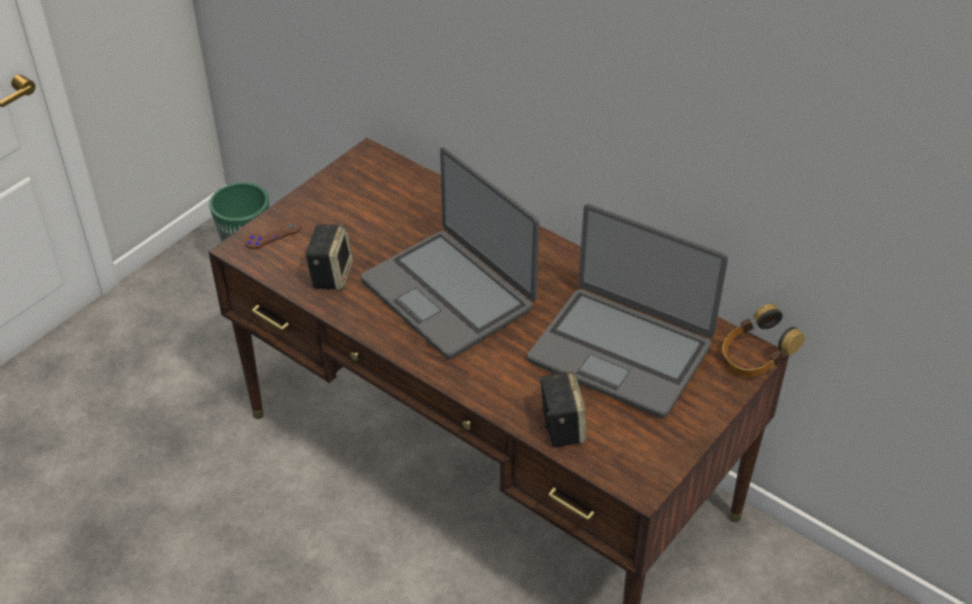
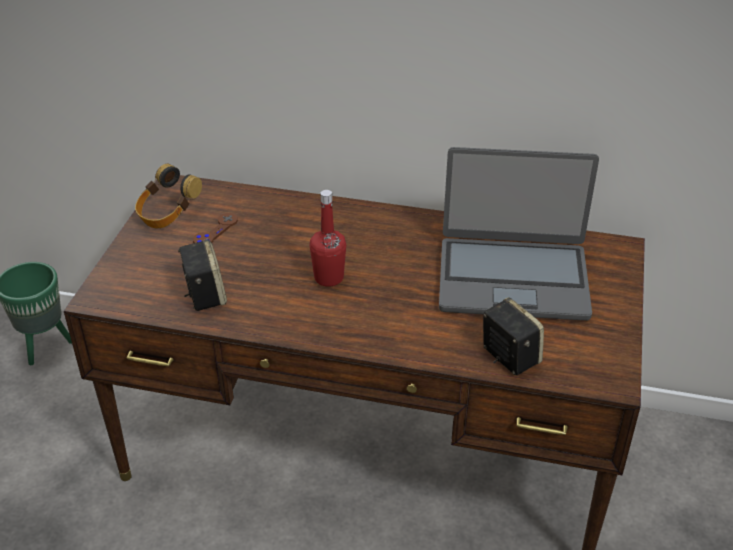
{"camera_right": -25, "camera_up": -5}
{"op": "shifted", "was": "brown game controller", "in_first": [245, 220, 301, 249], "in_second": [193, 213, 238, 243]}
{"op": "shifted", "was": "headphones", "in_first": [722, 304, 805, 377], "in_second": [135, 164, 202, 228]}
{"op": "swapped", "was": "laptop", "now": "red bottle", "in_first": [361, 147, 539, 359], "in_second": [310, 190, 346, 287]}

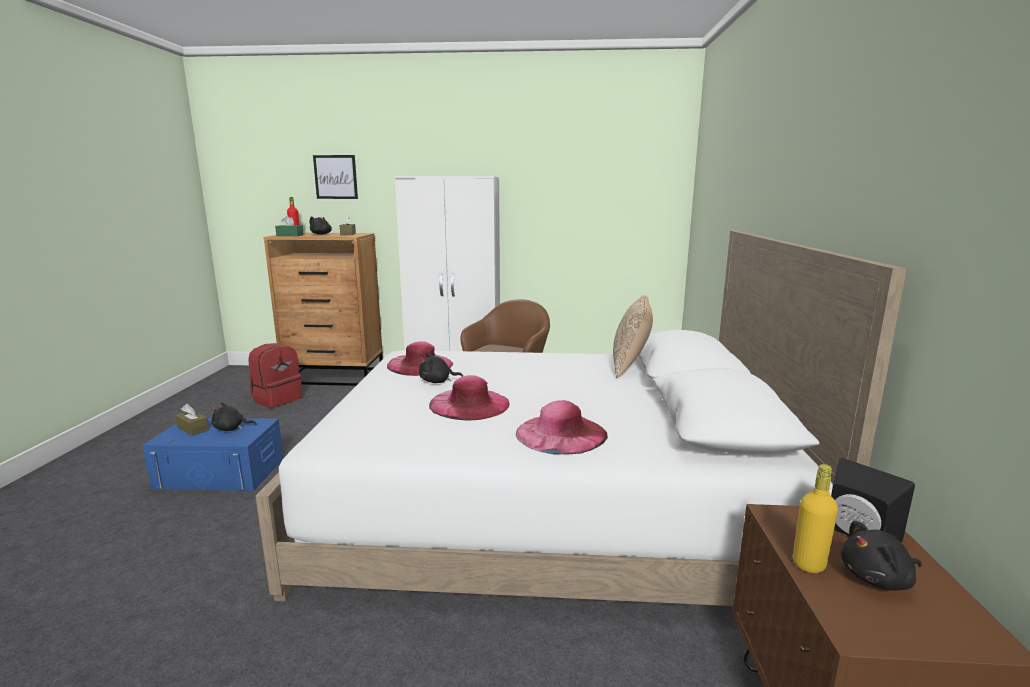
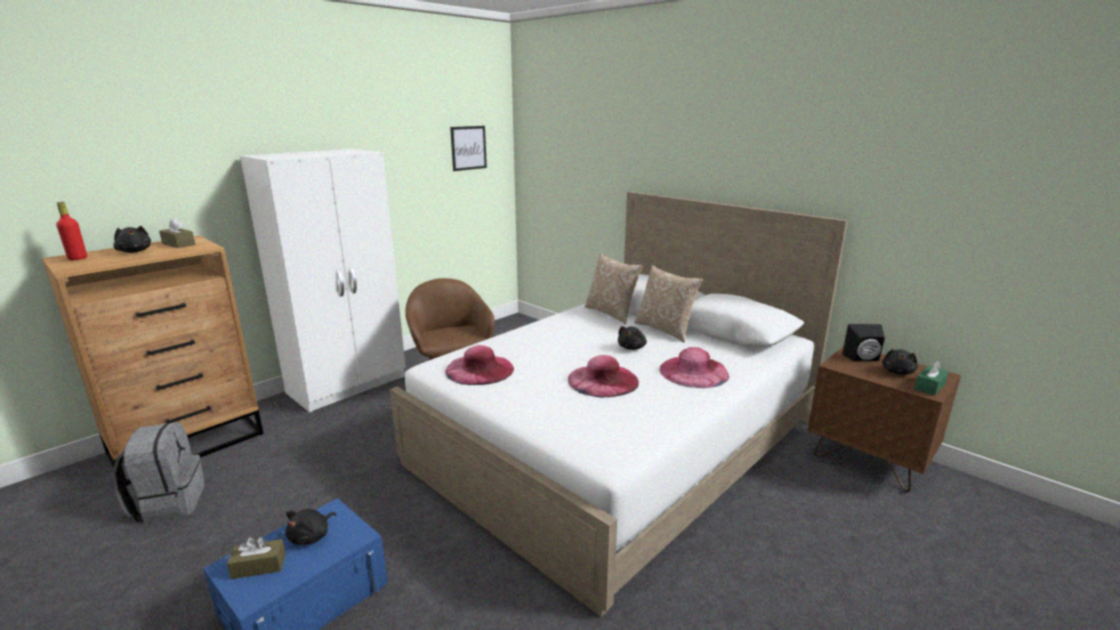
{"camera_right": -50, "camera_up": 5}
{"op": "gone", "was": "yellow bottle", "in_first": [793, 464, 838, 573]}
{"op": "new", "now": "pillow", "in_second": [635, 265, 703, 342]}
{"op": "shifted", "was": "green tissue box", "in_first": [275, 216, 304, 236], "in_second": [914, 360, 949, 396]}
{"op": "shifted", "was": "picture", "in_first": [313, 155, 358, 199], "in_second": [450, 126, 487, 171]}
{"op": "shifted", "was": "black plush toy", "in_first": [419, 352, 463, 383], "in_second": [618, 326, 647, 350]}
{"op": "repainted", "was": "red backpack", "now": "grey backpack", "in_first": [248, 343, 303, 408], "in_second": [112, 422, 205, 524]}

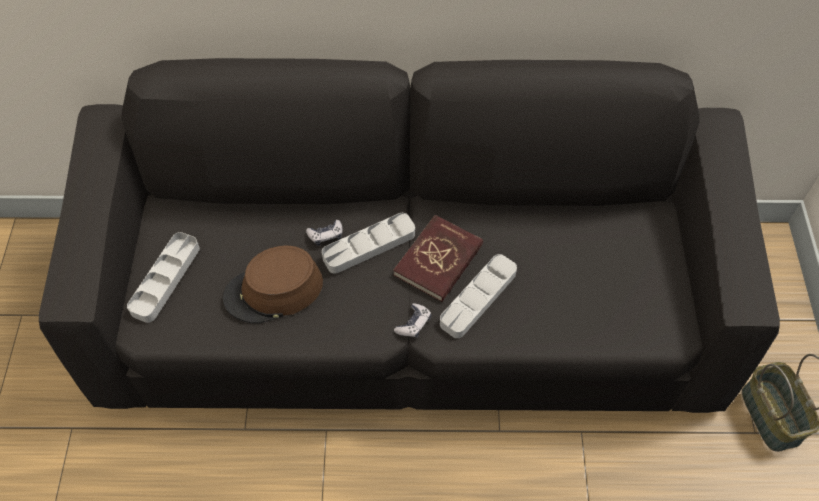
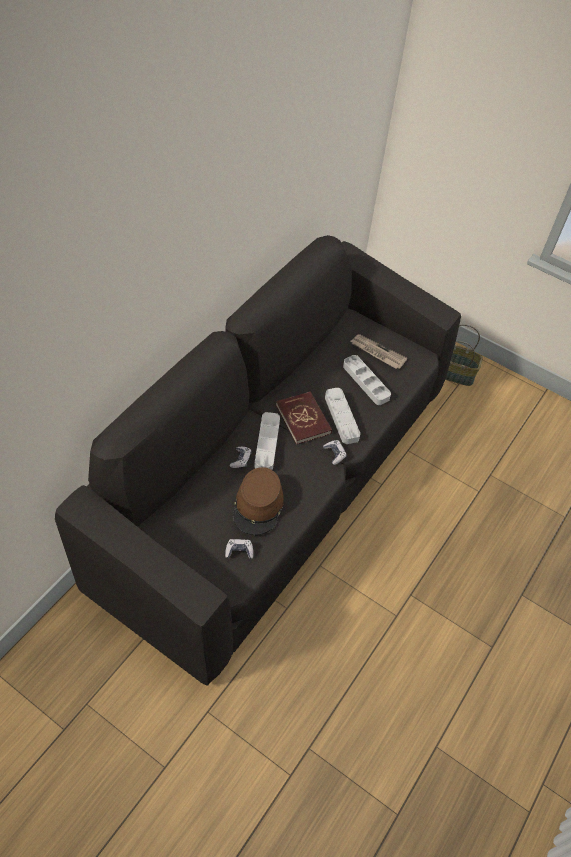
{"camera_right": -60, "camera_up": -5}
{"op": "new", "now": "game controller", "in_second": [225, 539, 253, 559]}
{"op": "new", "now": "newspaper", "in_second": [350, 334, 407, 369]}
{"op": "shifted", "was": "grey tray", "in_first": [127, 232, 200, 323], "in_second": [343, 355, 391, 405]}

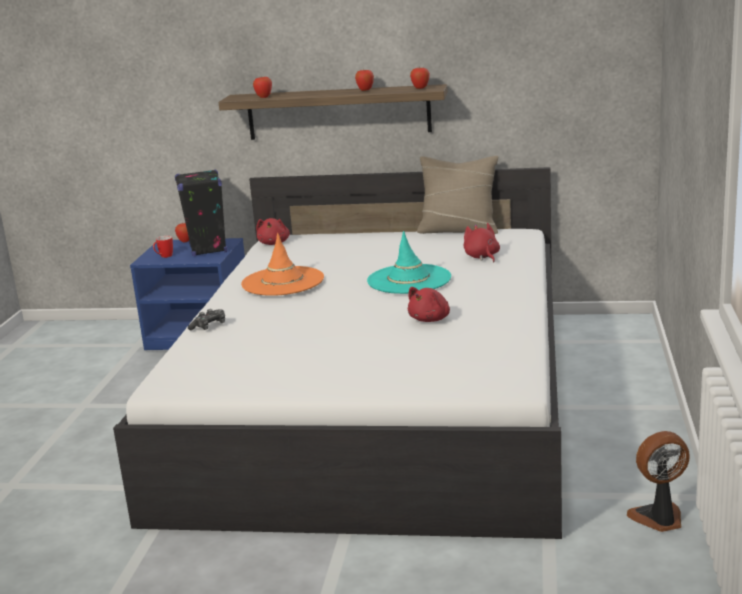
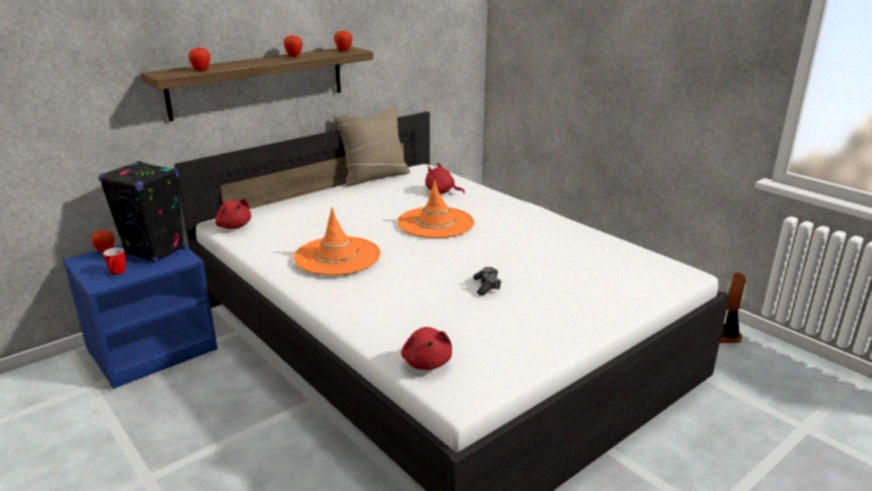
{"camera_right": -50, "camera_up": 5}
{"op": "shifted", "was": "game controller", "in_first": [188, 309, 225, 330], "in_second": [473, 267, 501, 296]}
{"op": "shifted", "was": "red plush toy", "in_first": [408, 287, 450, 322], "in_second": [401, 327, 452, 370]}
{"op": "repainted", "was": "turquoise hat", "now": "orange hat", "in_first": [367, 231, 451, 294], "in_second": [397, 180, 474, 238]}

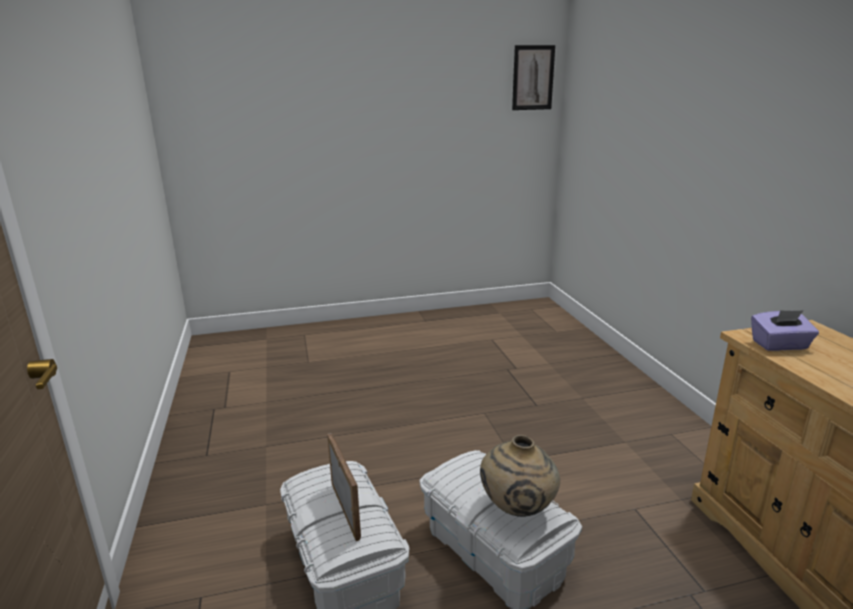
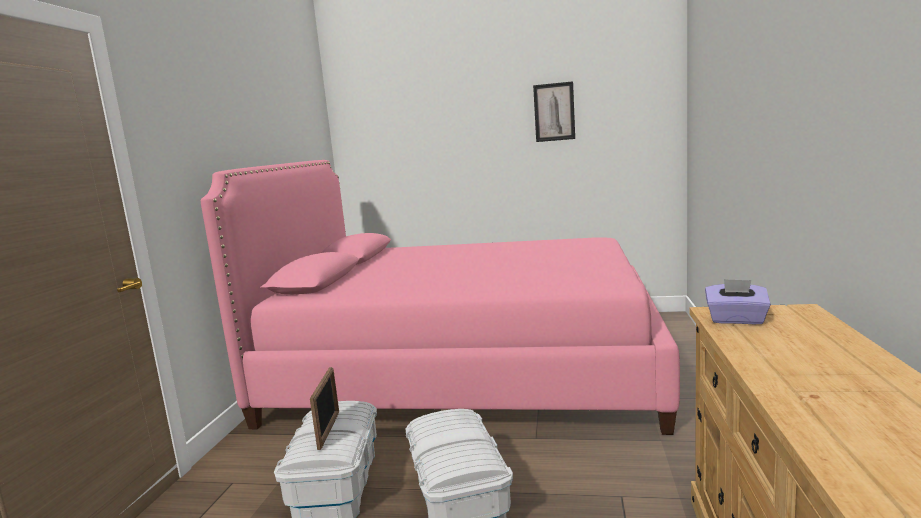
{"camera_right": 25, "camera_up": -10}
{"op": "gone", "was": "beige vase", "in_first": [480, 435, 560, 517]}
{"op": "new", "now": "pink bed", "in_second": [201, 160, 680, 435]}
{"op": "shifted", "was": "picture", "in_first": [512, 45, 555, 110], "in_second": [533, 81, 575, 142]}

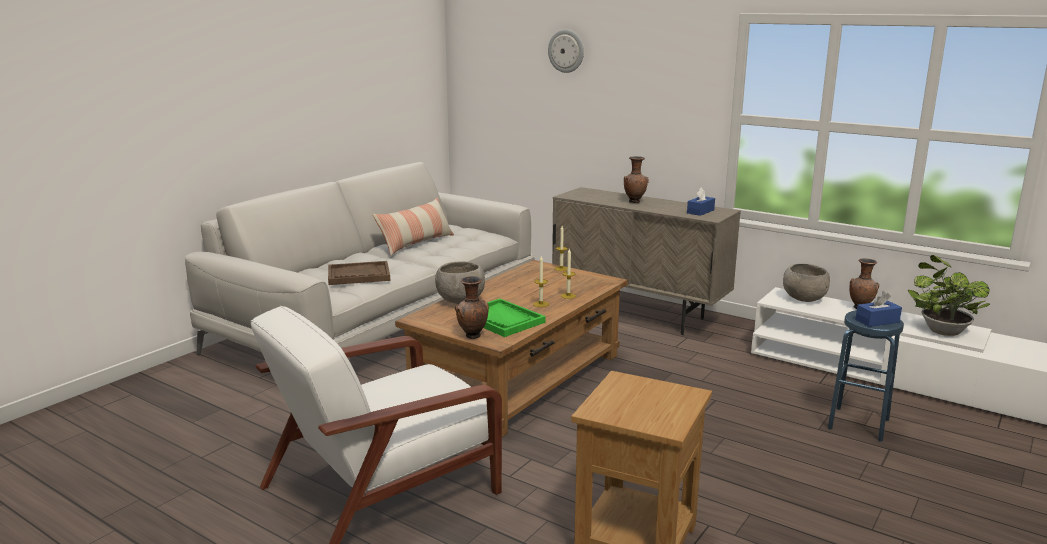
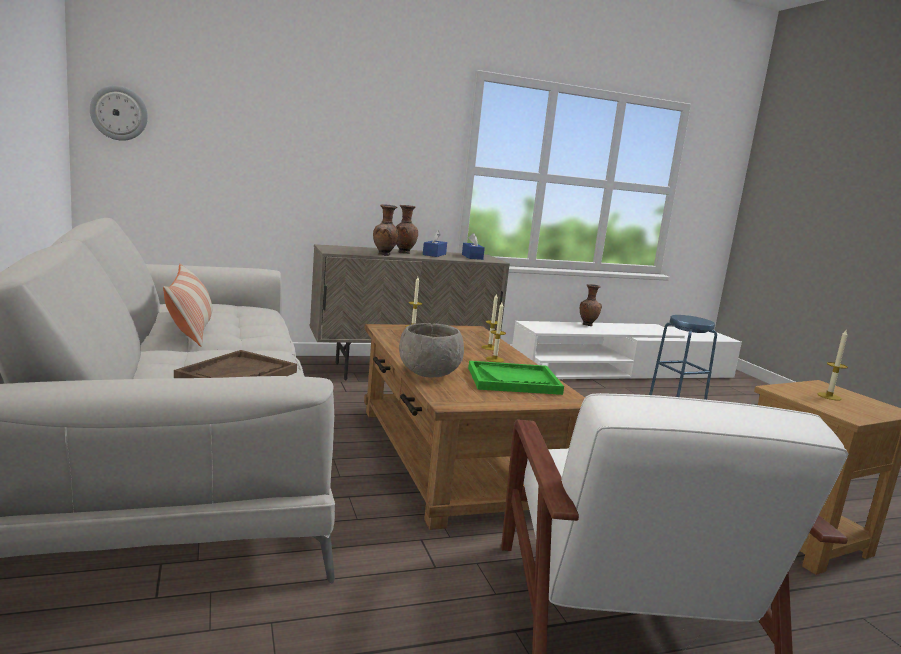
{"camera_right": -55, "camera_up": -5}
{"op": "gone", "was": "grey bowl", "in_first": [783, 264, 830, 302]}
{"op": "gone", "was": "potted plant", "in_first": [908, 255, 990, 336]}
{"op": "new", "now": "candle", "in_second": [817, 330, 848, 400]}
{"op": "shifted", "was": "brown vase", "in_first": [455, 276, 489, 339], "in_second": [373, 204, 399, 256]}
{"op": "shifted", "was": "wall clock", "in_first": [548, 29, 584, 73], "in_second": [90, 86, 148, 141]}
{"op": "shifted", "was": "blue tissue box", "in_first": [855, 291, 902, 327], "in_second": [423, 231, 447, 257]}

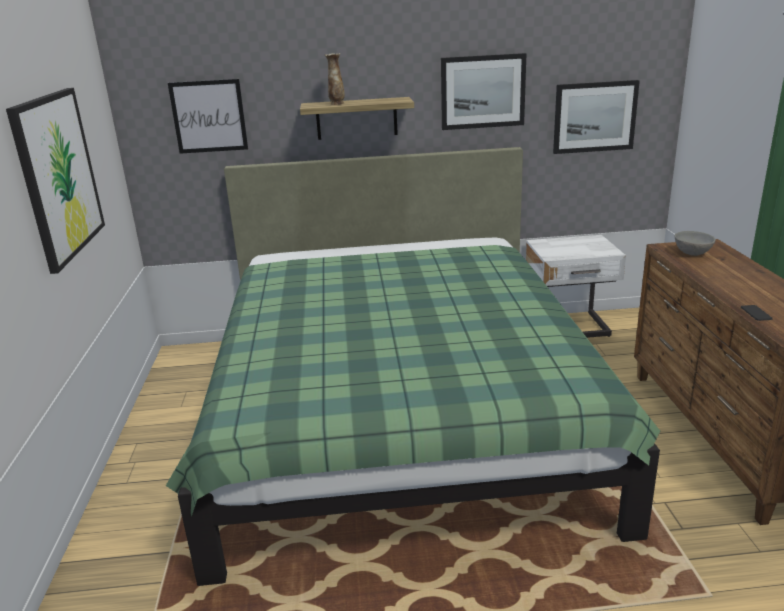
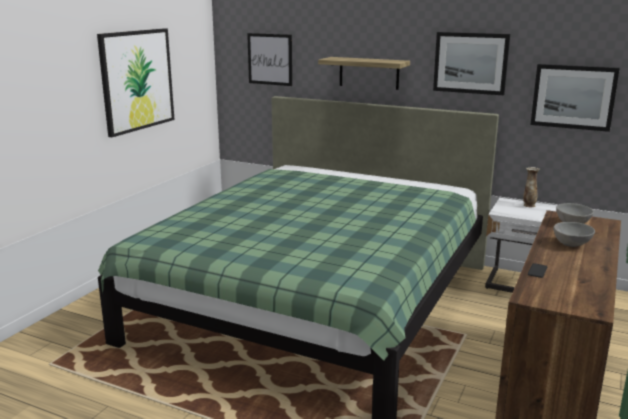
{"camera_right": 30, "camera_up": -5}
{"op": "new", "now": "grey bowl", "in_second": [553, 222, 595, 247]}
{"op": "shifted", "was": "vase", "in_first": [324, 53, 345, 105], "in_second": [523, 167, 540, 207]}

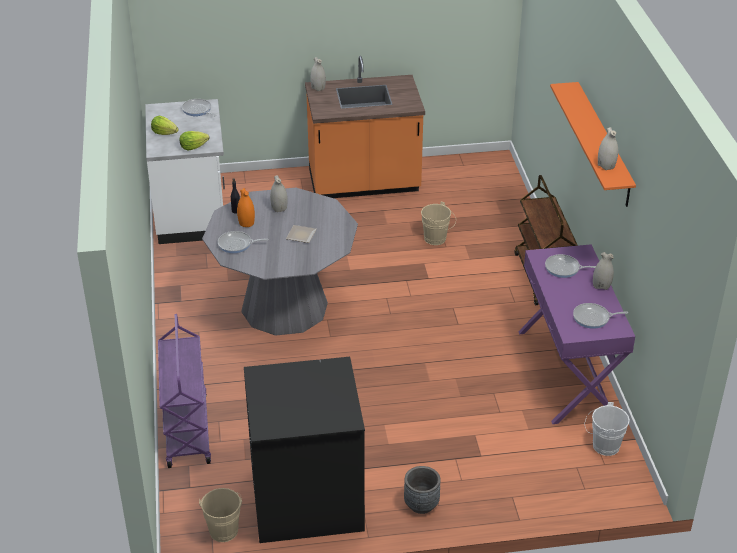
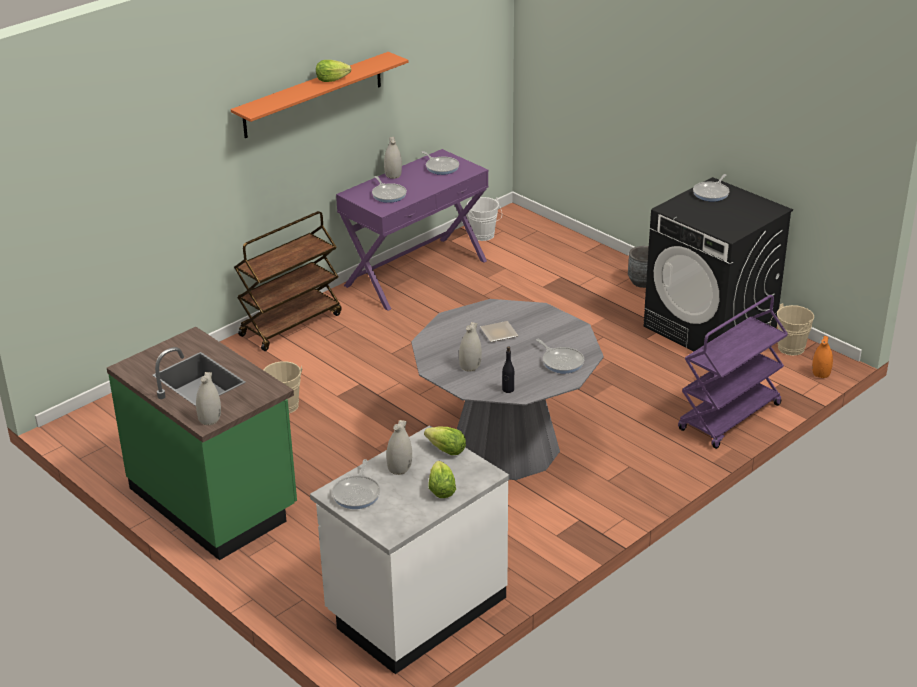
{"camera_right": -125, "camera_up": -5}
{"op": "new", "now": "lettuce", "in_second": [316, 60, 351, 82]}
{"op": "new", "now": "frying pan", "in_second": [693, 174, 729, 201]}
{"op": "shifted", "was": "orange vase", "in_first": [237, 188, 255, 227], "in_second": [812, 336, 833, 378]}
{"op": "shifted", "was": "white vase", "in_first": [598, 127, 618, 170], "in_second": [386, 420, 412, 475]}
{"op": "repainted", "was": "orange counter", "now": "green counter", "in_first": [305, 56, 425, 198], "in_second": [107, 327, 297, 560]}

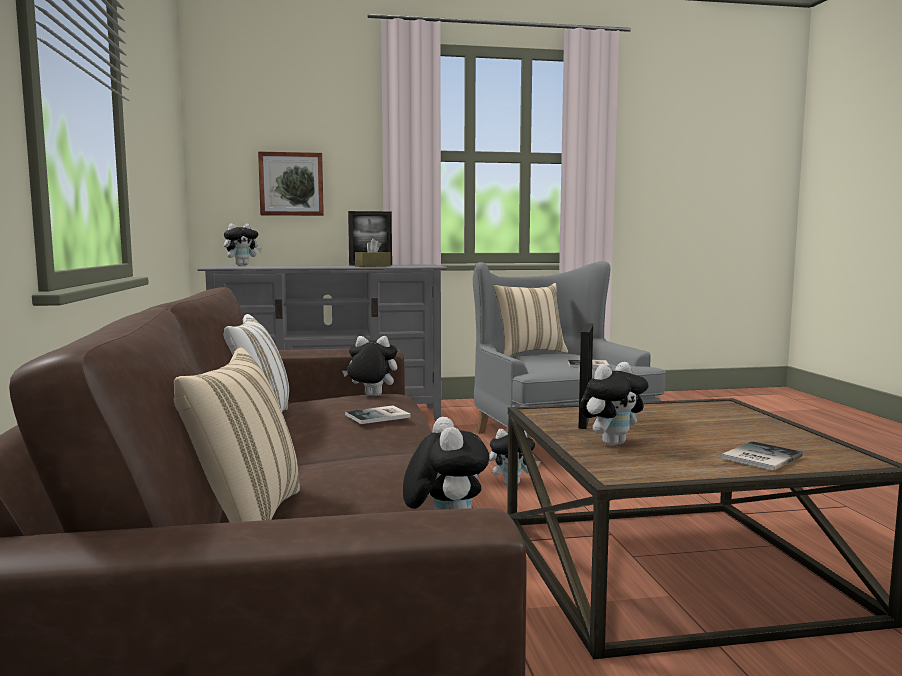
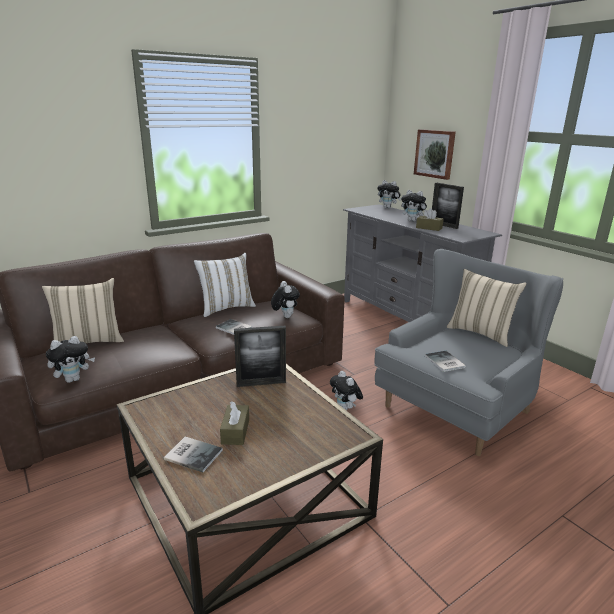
{"camera_right": 65, "camera_up": 15}
{"op": "new", "now": "brown tissue box", "in_second": [220, 401, 249, 445]}
{"op": "shifted", "was": "plush toy", "in_first": [579, 362, 649, 446], "in_second": [401, 190, 428, 221]}

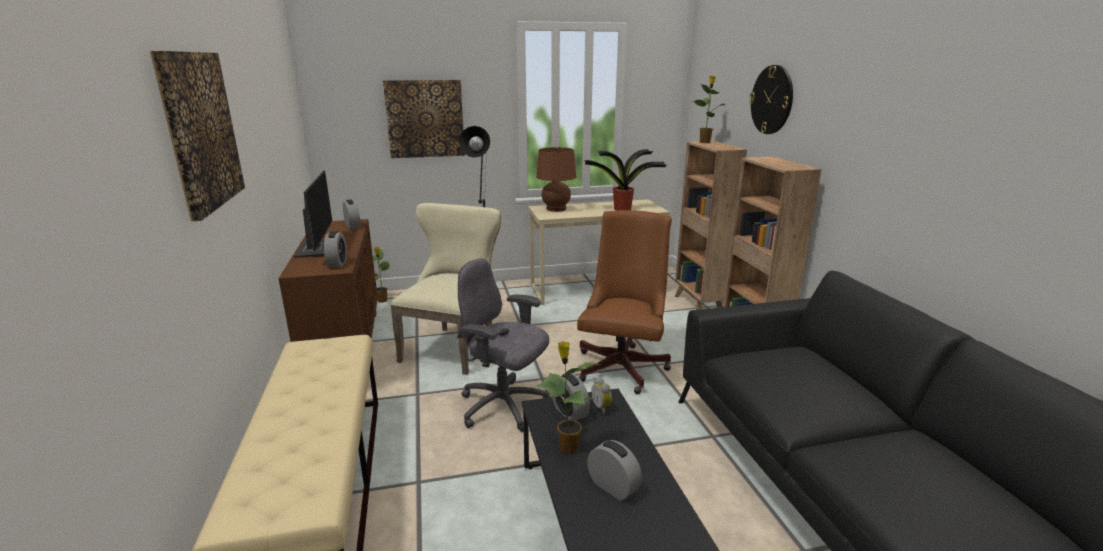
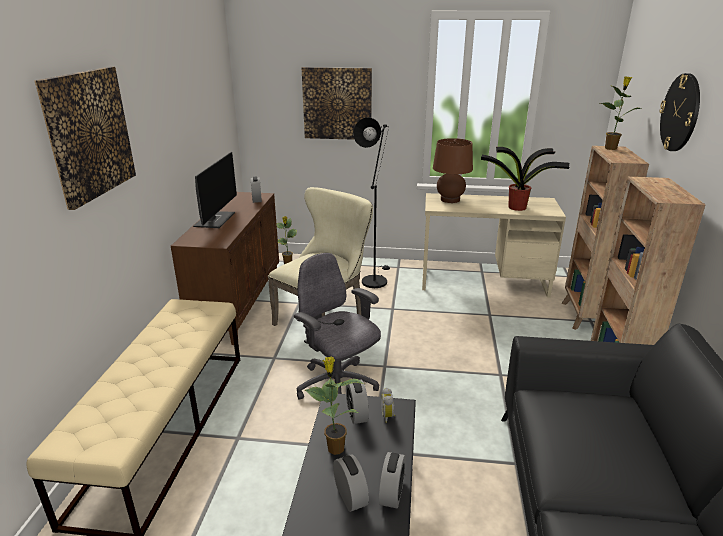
{"camera_right": 20, "camera_up": 5}
{"op": "gone", "was": "brown office chair", "in_first": [577, 210, 672, 394]}
{"op": "shifted", "was": "alarm clock", "in_first": [324, 231, 347, 267], "in_second": [379, 452, 406, 509]}

